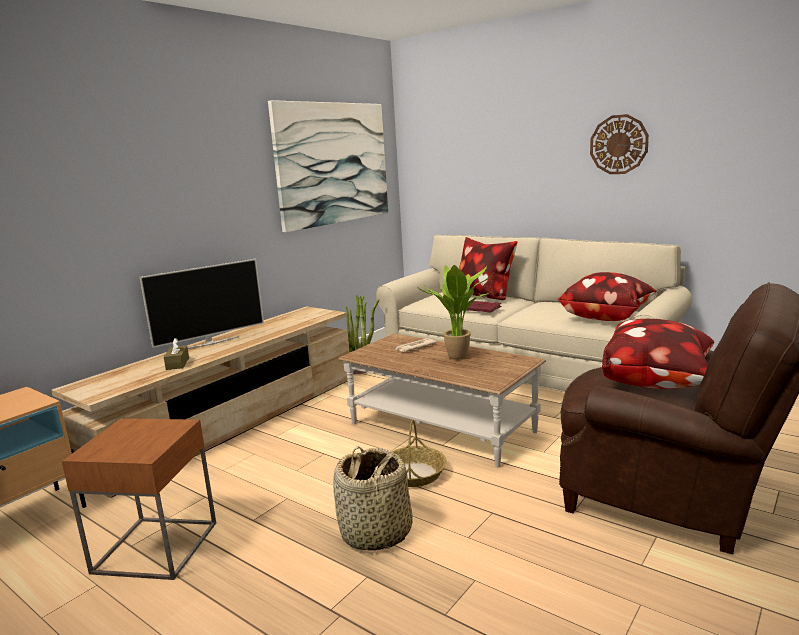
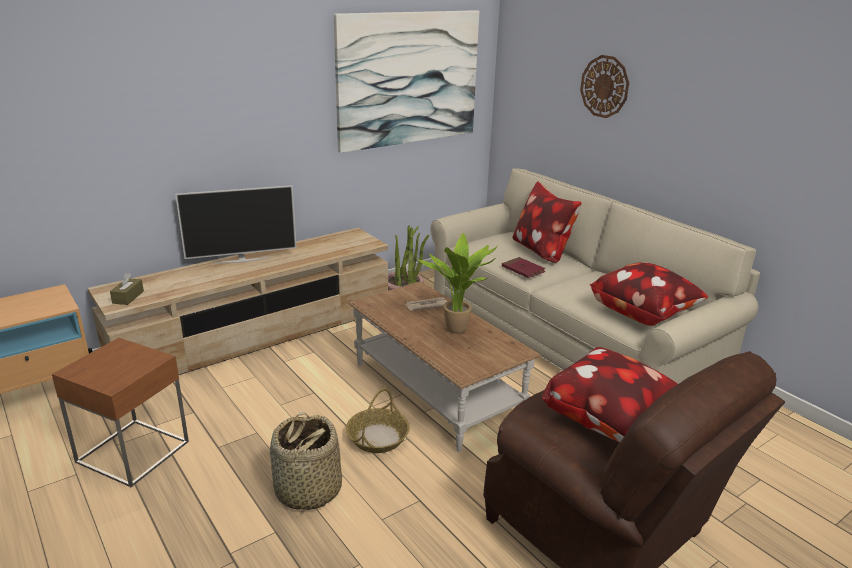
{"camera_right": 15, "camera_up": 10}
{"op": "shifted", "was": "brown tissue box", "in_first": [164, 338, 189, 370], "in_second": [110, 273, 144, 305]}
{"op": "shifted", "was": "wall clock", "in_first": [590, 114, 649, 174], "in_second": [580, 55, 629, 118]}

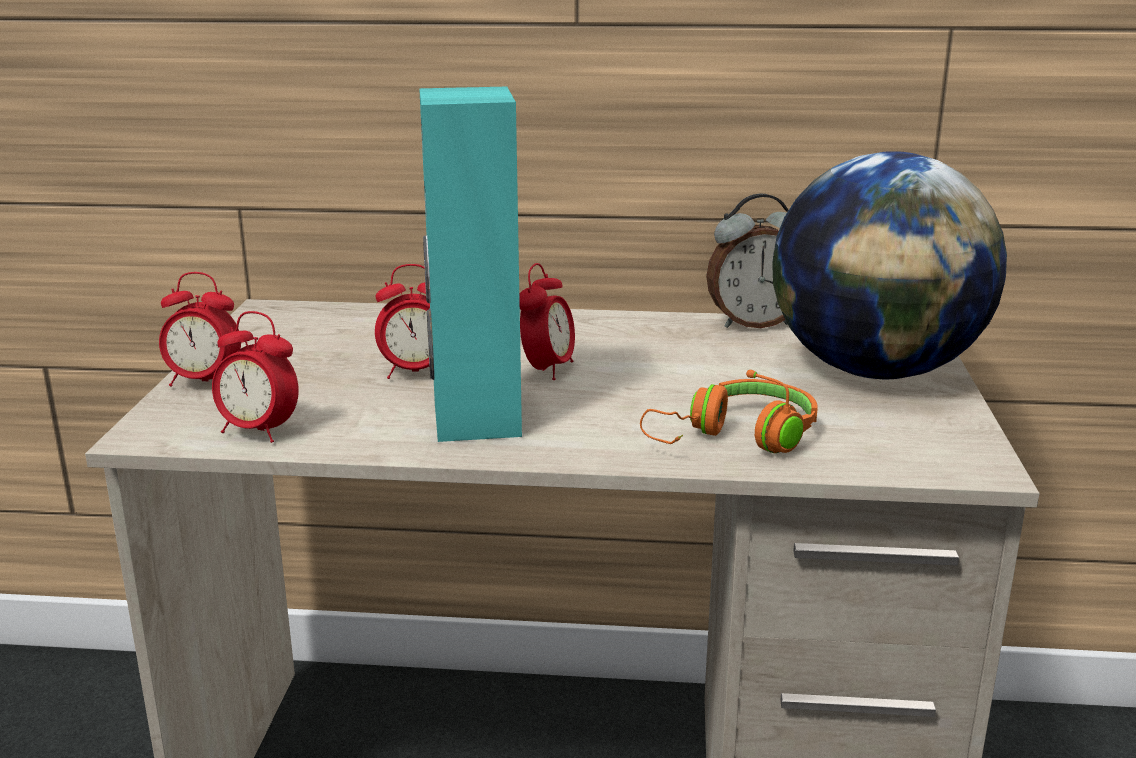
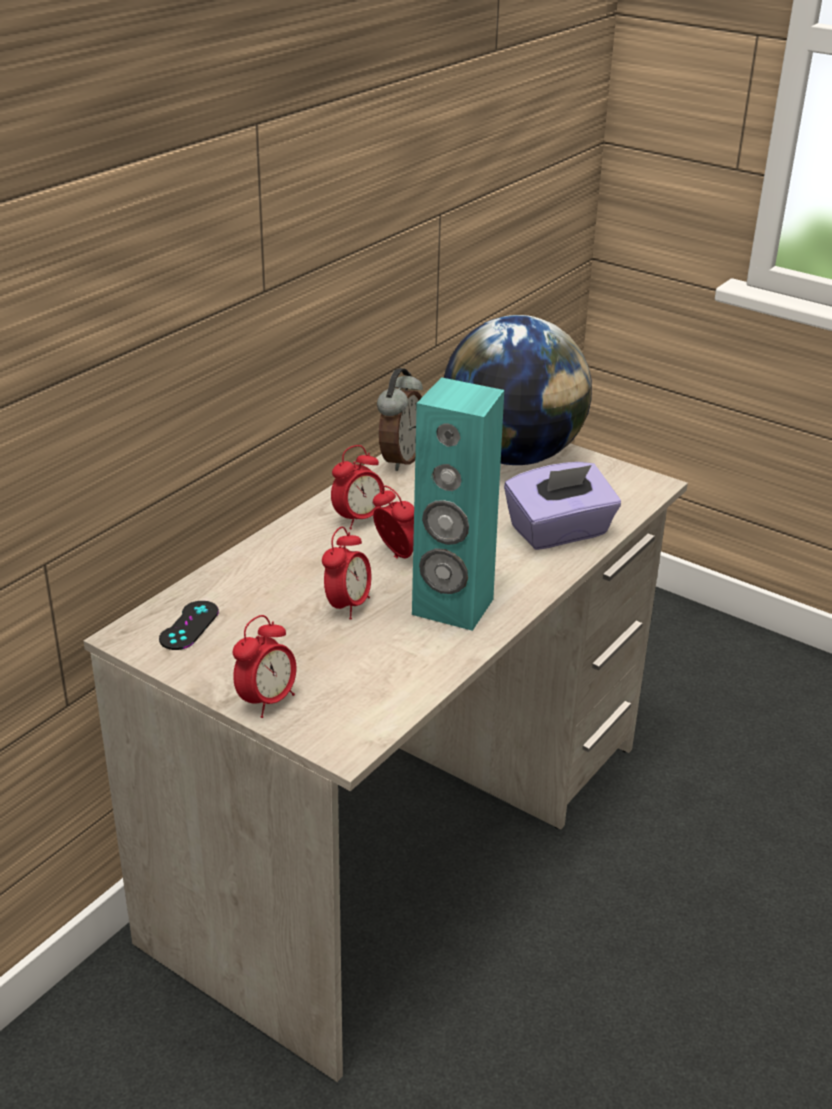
{"camera_right": -60, "camera_up": 10}
{"op": "new", "now": "black game controller", "in_second": [159, 601, 219, 650]}
{"op": "shifted", "was": "alarm clock", "in_first": [212, 311, 299, 443], "in_second": [331, 445, 385, 530]}
{"op": "swapped", "was": "orange headphones", "now": "purple tissue box", "in_first": [640, 370, 818, 453], "in_second": [504, 462, 621, 550]}

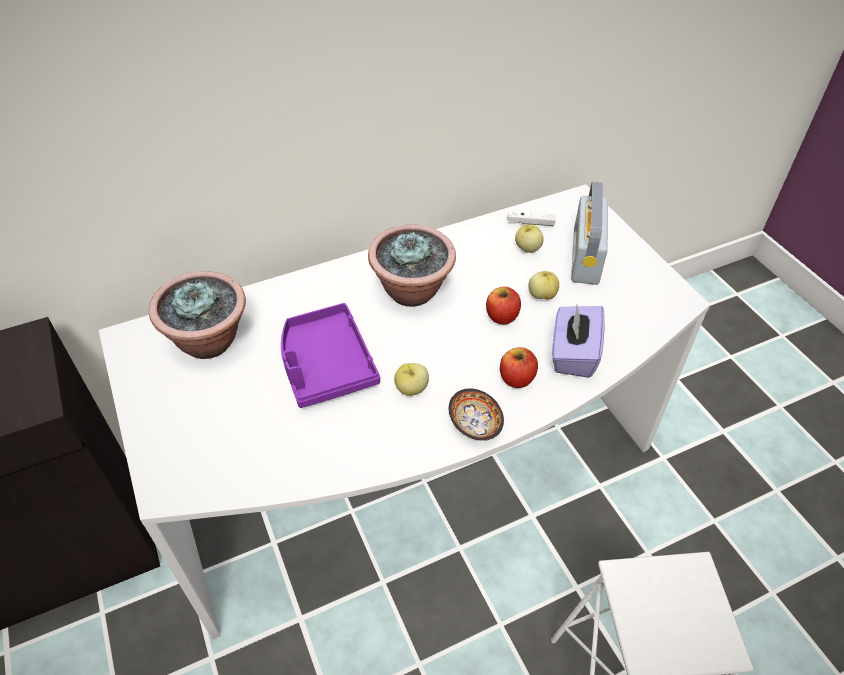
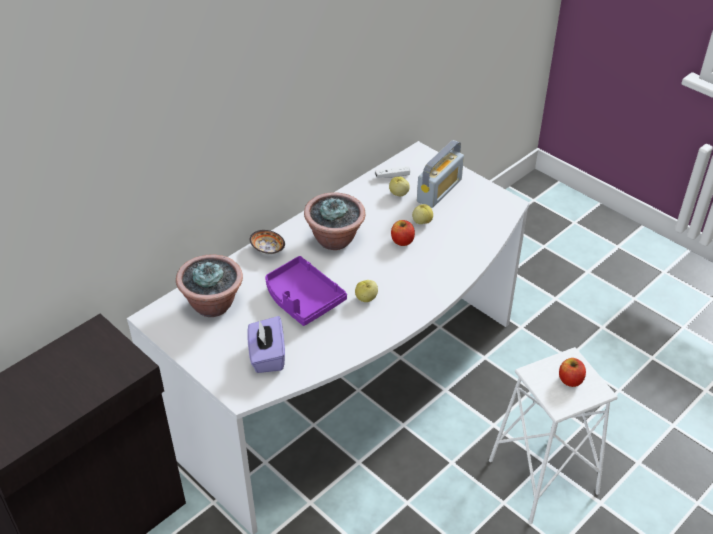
{"camera_right": -20, "camera_up": -5}
{"op": "shifted", "was": "bowl", "in_first": [449, 389, 504, 441], "in_second": [250, 230, 285, 254]}
{"op": "shifted", "was": "apple", "in_first": [500, 347, 538, 388], "in_second": [559, 358, 586, 387]}
{"op": "shifted", "was": "purple tissue box", "in_first": [552, 305, 605, 378], "in_second": [247, 316, 285, 373]}
{"op": "rotated", "was": "radio", "in_first": [571, 182, 608, 285], "in_second": [417, 140, 464, 208], "clockwise": -135}

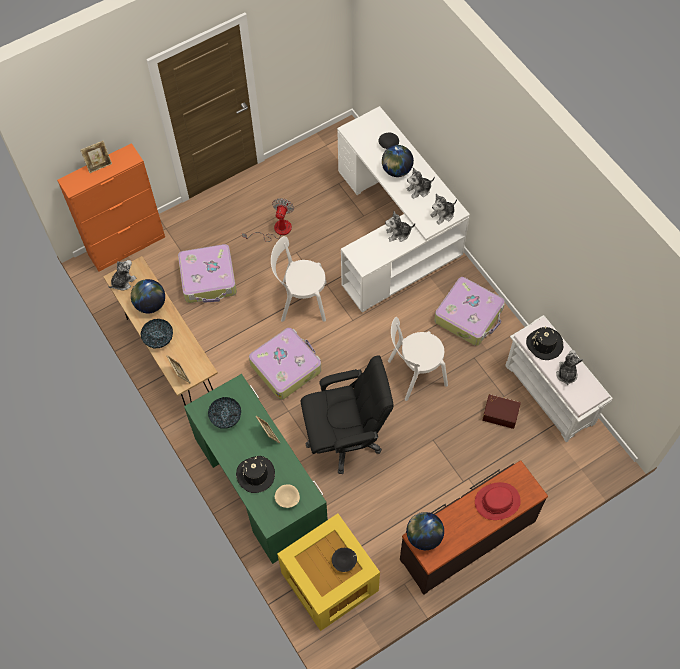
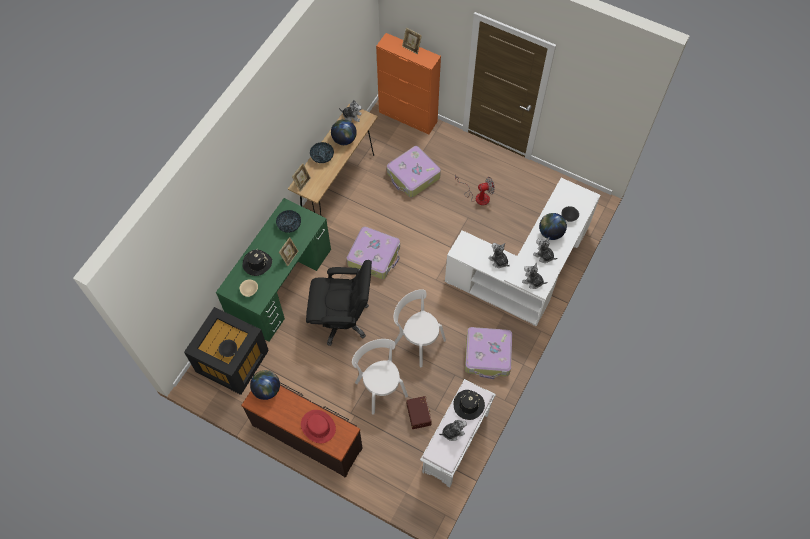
{"camera_right": 60, "camera_up": 0}
{"op": "shifted", "was": "white chair", "in_first": [271, 236, 327, 322], "in_second": [352, 339, 408, 415]}
{"op": "repainted", "was": "yellow storage box", "now": "black storage box", "in_first": [277, 514, 380, 631], "in_second": [184, 307, 269, 395]}
{"op": "rotated", "was": "black office chair", "in_first": [301, 355, 394, 474], "in_second": [306, 260, 372, 346], "clockwise": -45}

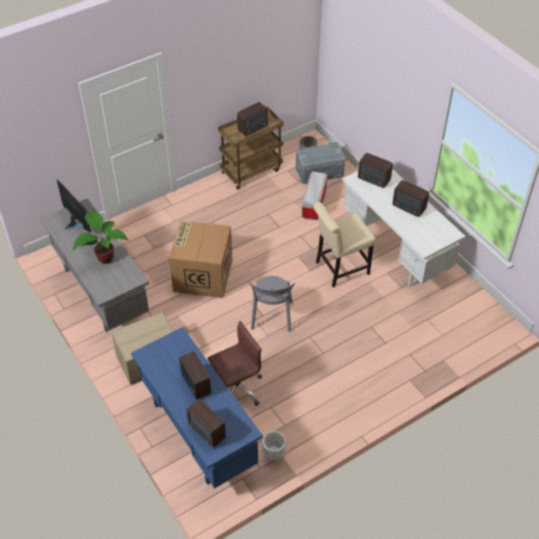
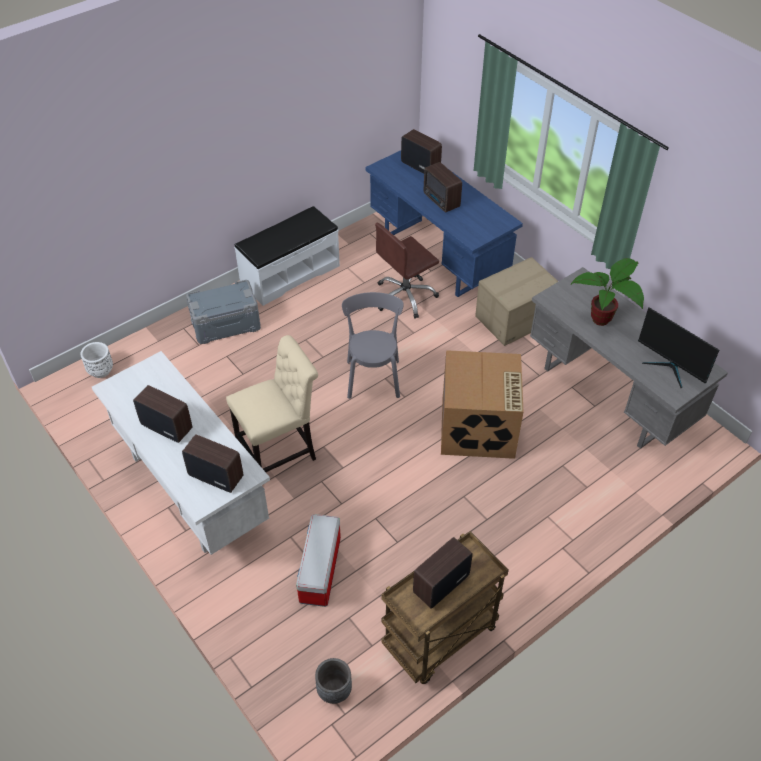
{"camera_right": 175, "camera_up": 0}
{"op": "new", "now": "white bench", "in_second": [234, 206, 340, 306]}
{"op": "shifted", "was": "white planter", "in_first": [262, 431, 286, 461], "in_second": [80, 342, 113, 378]}
{"op": "shifted", "was": "grey storage box", "in_first": [296, 142, 345, 184], "in_second": [186, 280, 261, 344]}

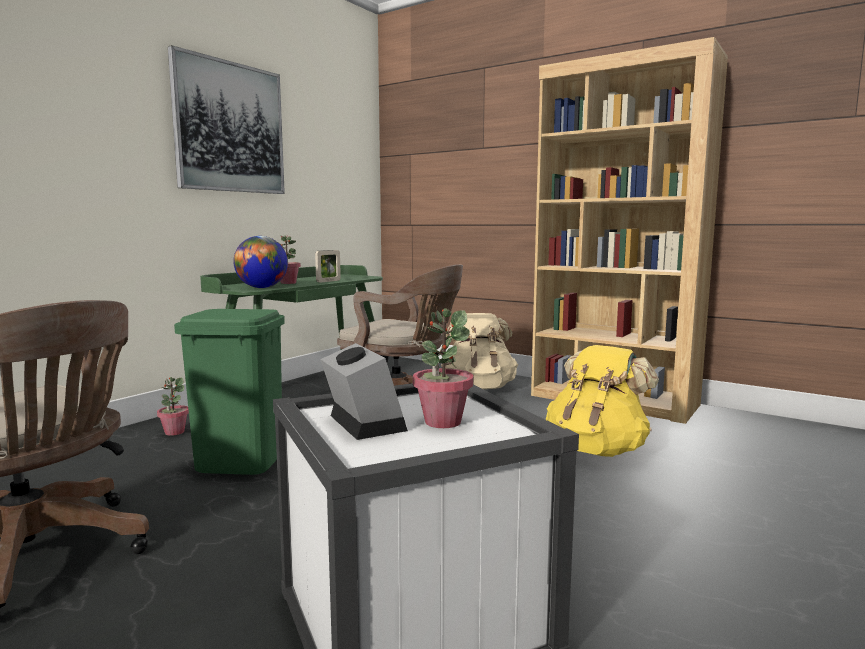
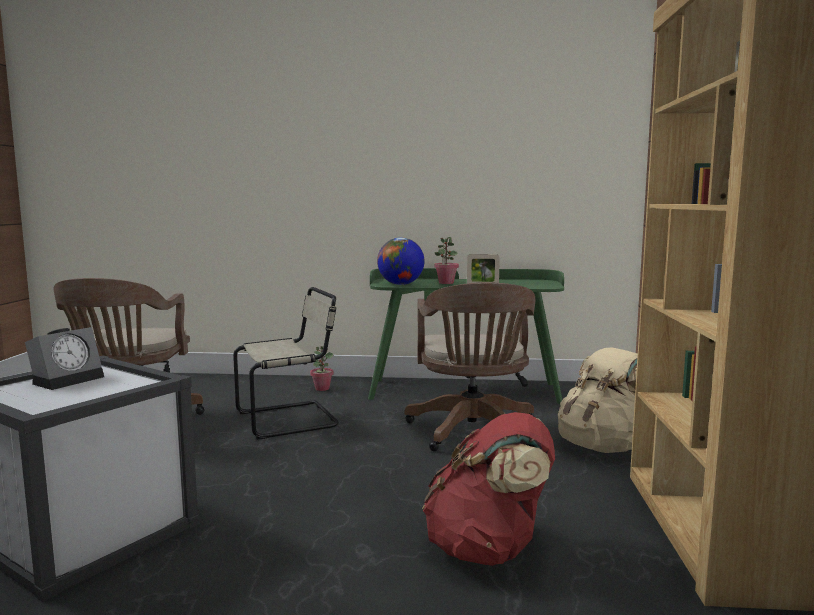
{"camera_right": 60, "camera_up": 0}
{"op": "gone", "was": "picture", "in_first": [168, 45, 285, 194]}
{"op": "gone", "was": "potted plant", "in_first": [413, 308, 474, 428]}
{"op": "swapped", "was": "green trash can", "now": "beige chair", "in_first": [174, 309, 285, 475], "in_second": [233, 287, 339, 439]}
{"op": "repainted", "was": "yellow backpack", "now": "red backpack", "in_first": [546, 345, 659, 457], "in_second": [422, 412, 555, 566]}

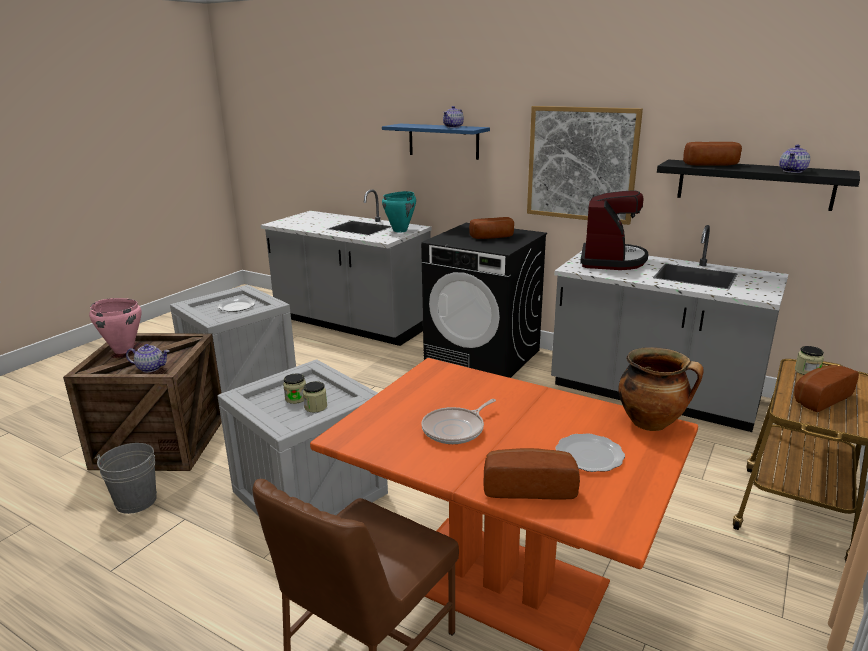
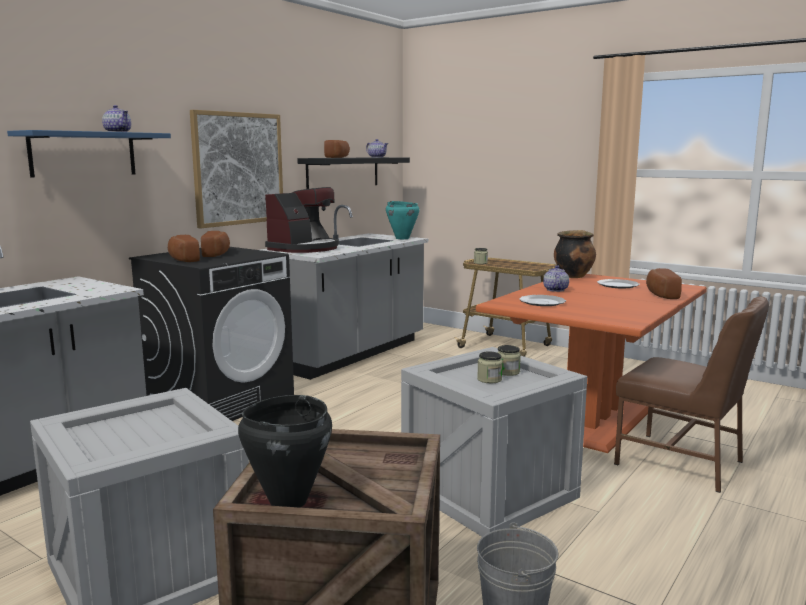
{"camera_right": -85, "camera_up": -10}
{"op": "gone", "was": "frying pan", "in_first": [421, 399, 496, 444]}
{"op": "shifted", "was": "teapot", "in_first": [126, 344, 169, 372], "in_second": [543, 265, 569, 292]}
{"op": "shifted", "was": "plate", "in_first": [218, 298, 255, 312], "in_second": [519, 295, 566, 306]}
{"op": "shifted", "was": "turquoise cooking pot", "in_first": [382, 191, 416, 232], "in_second": [386, 201, 419, 239]}
{"op": "shifted", "was": "bread", "in_first": [794, 365, 859, 412], "in_second": [168, 235, 200, 262]}
{"op": "repainted", "was": "pink cooking pot", "now": "black cooking pot", "in_first": [89, 298, 142, 354], "in_second": [238, 395, 332, 507]}
{"op": "rotated", "was": "coffee machine", "in_first": [580, 190, 648, 270], "in_second": [265, 187, 339, 253], "clockwise": 105}

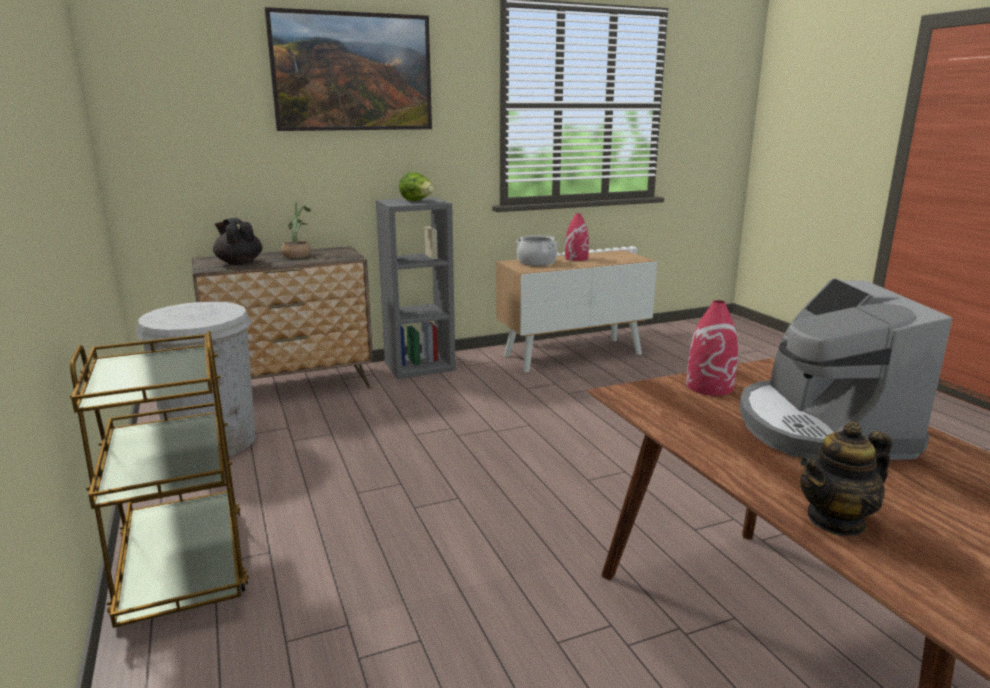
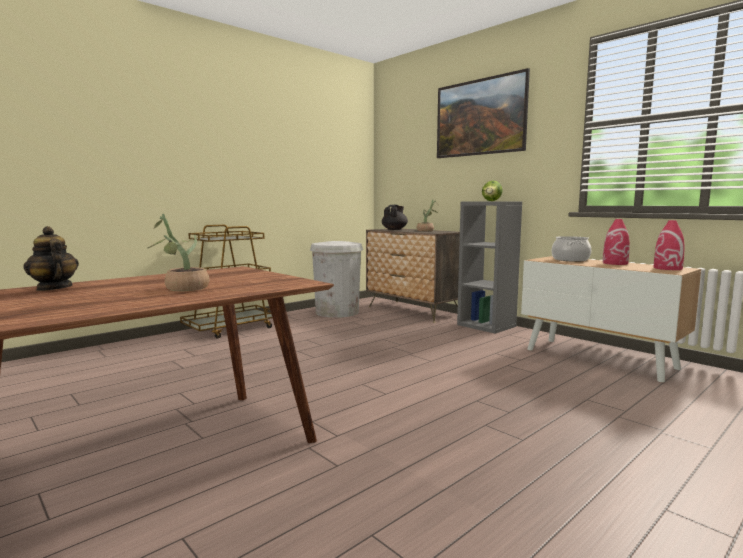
{"camera_right": 70, "camera_up": -10}
{"op": "shifted", "was": "red vase", "in_first": [686, 300, 738, 396], "in_second": [654, 220, 685, 270]}
{"op": "swapped", "was": "coffee machine", "now": "potted plant", "in_first": [739, 279, 952, 460], "in_second": [148, 214, 209, 291]}

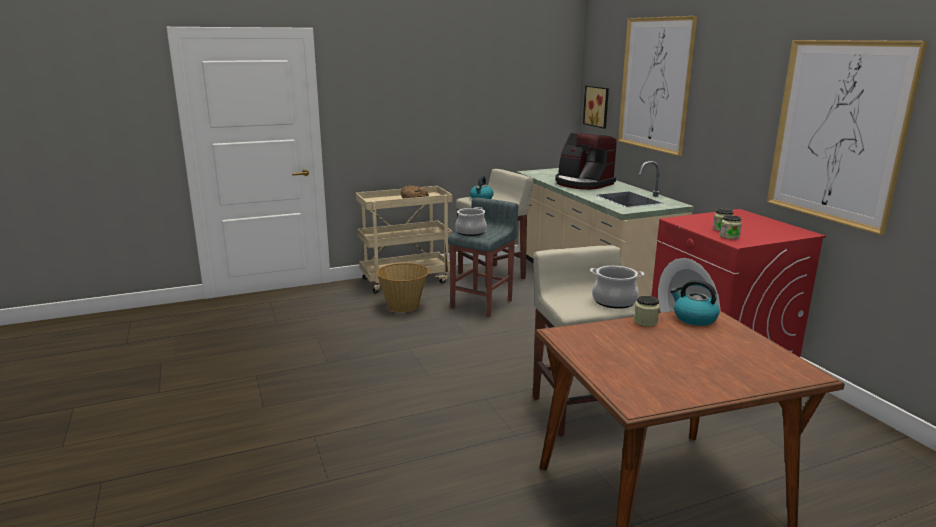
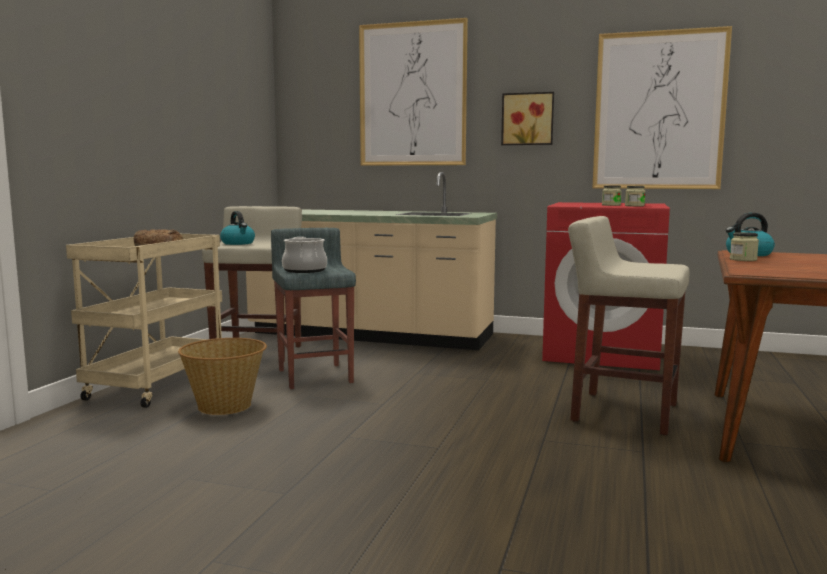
{"camera_right": -50, "camera_up": -10}
{"op": "gone", "was": "coffee machine", "in_first": [555, 133, 617, 190]}
{"op": "gone", "was": "cooking pot", "in_first": [590, 266, 644, 309]}
{"op": "shifted", "was": "picture", "in_first": [583, 86, 609, 129], "in_second": [501, 92, 554, 145]}

